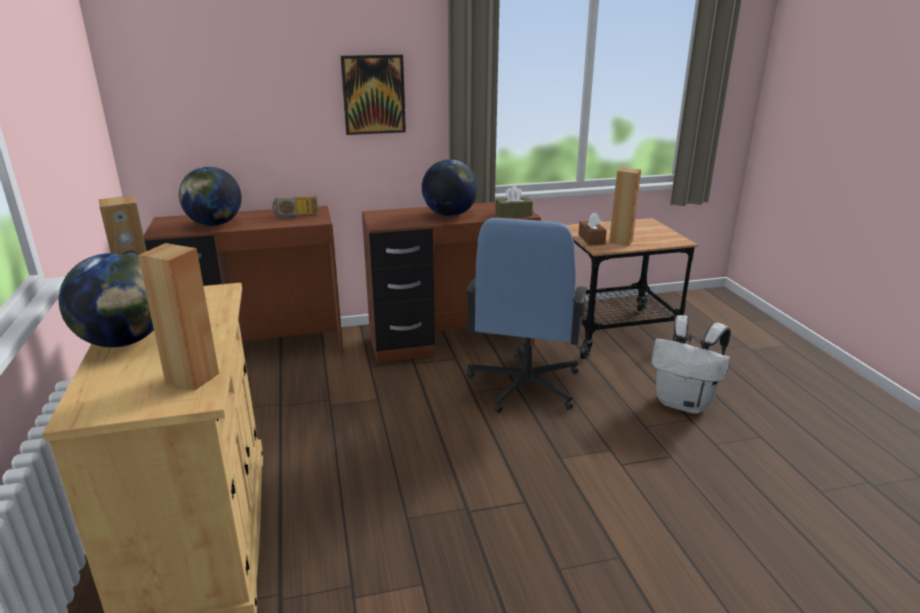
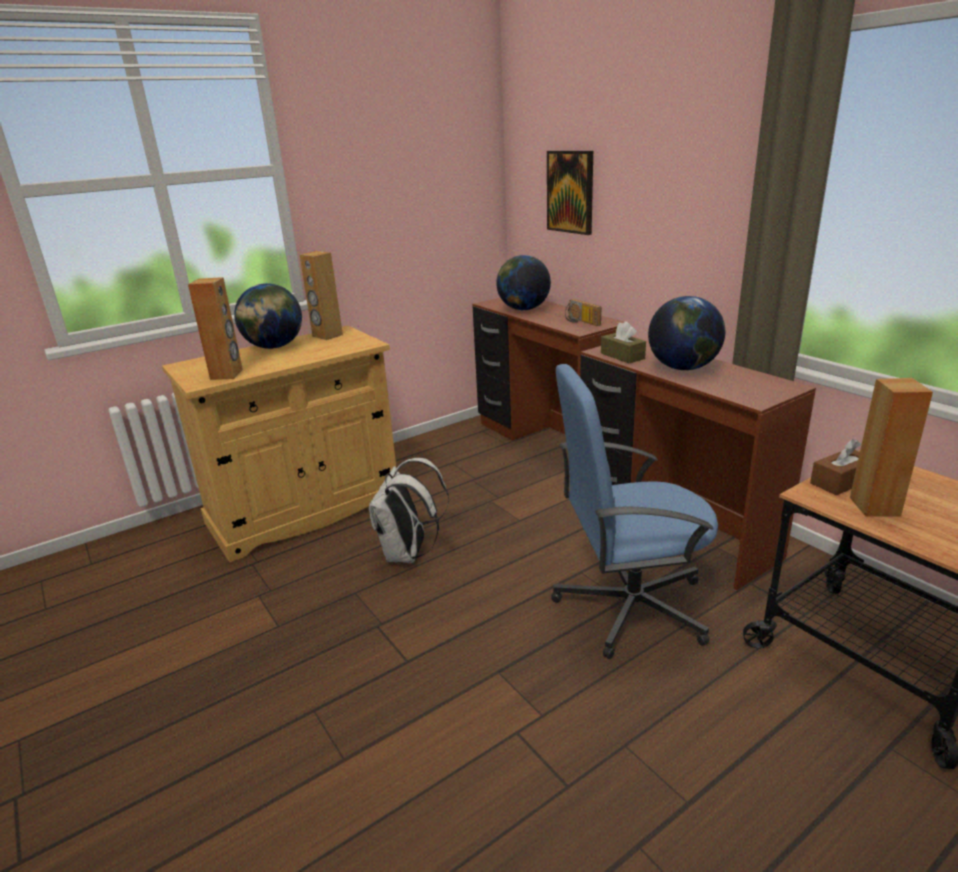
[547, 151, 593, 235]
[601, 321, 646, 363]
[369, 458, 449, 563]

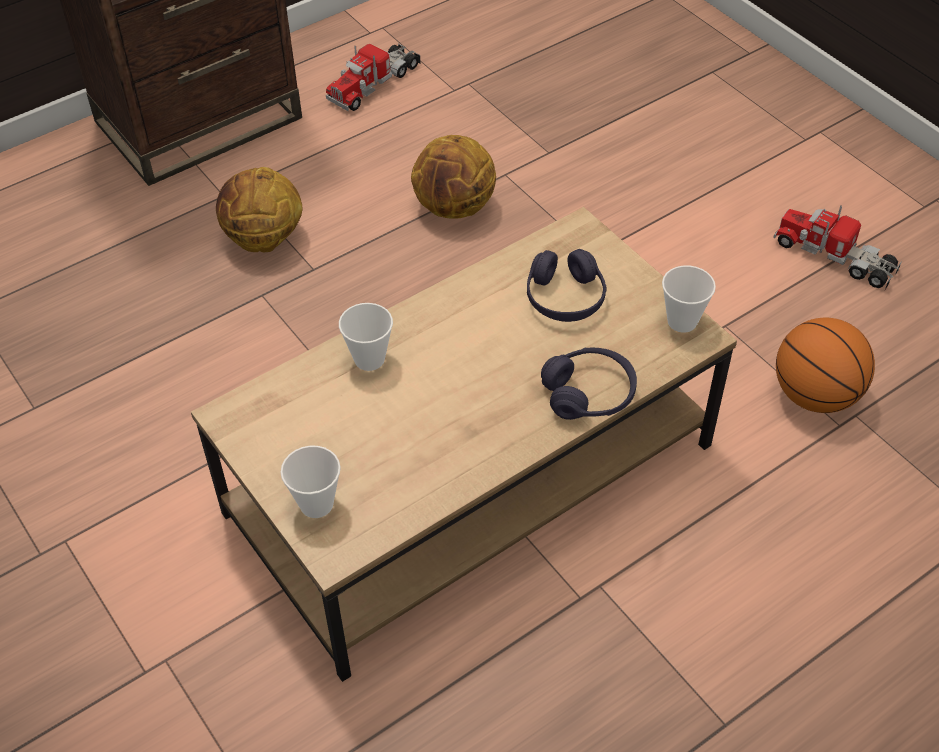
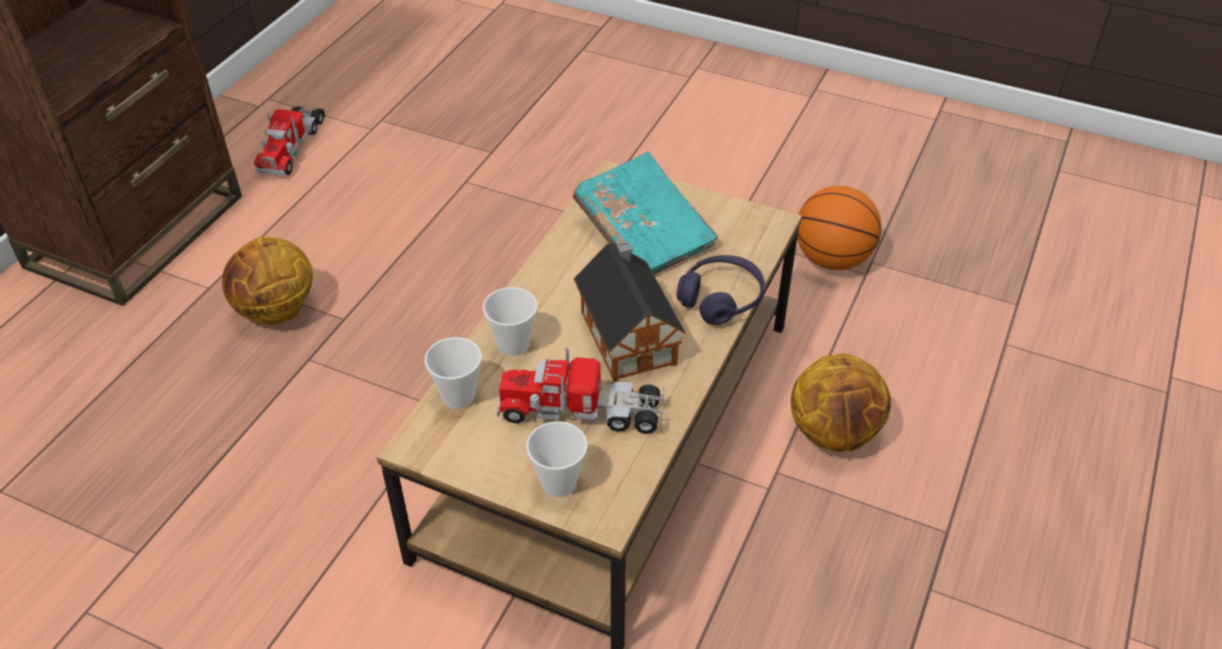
[791, 354, 891, 452]
[497, 348, 665, 434]
[573, 152, 718, 275]
[424, 337, 482, 409]
[574, 242, 686, 381]

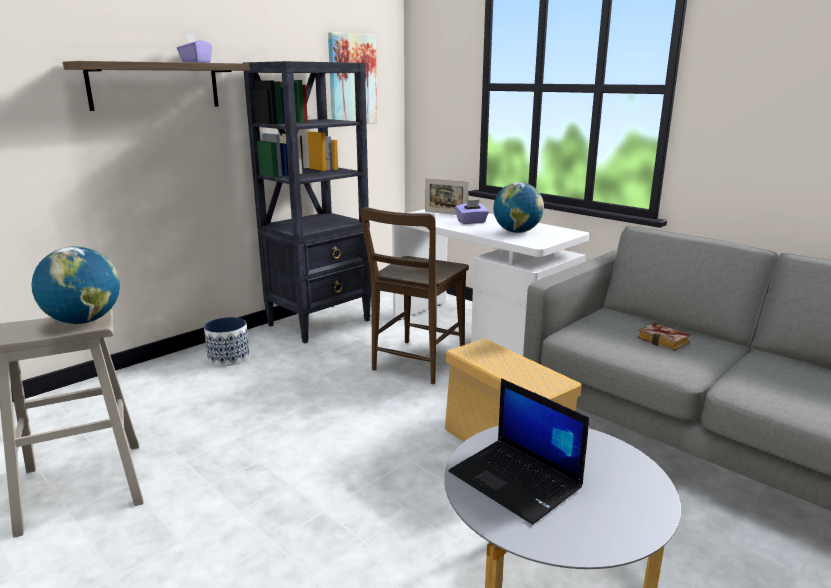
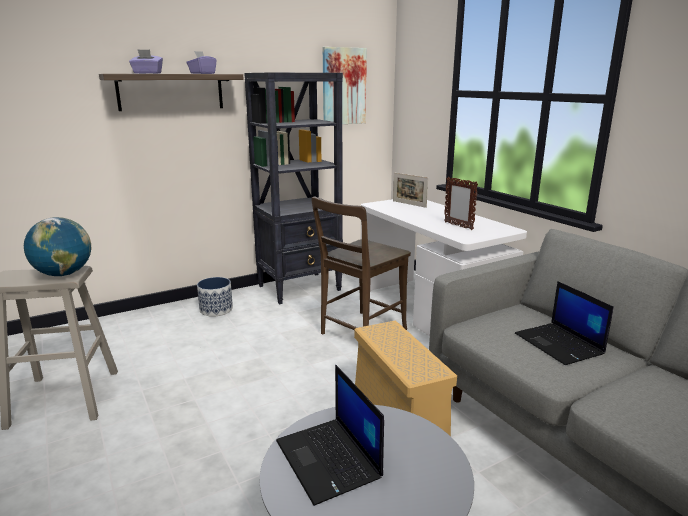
[444, 177, 478, 230]
[129, 49, 163, 74]
[515, 281, 614, 365]

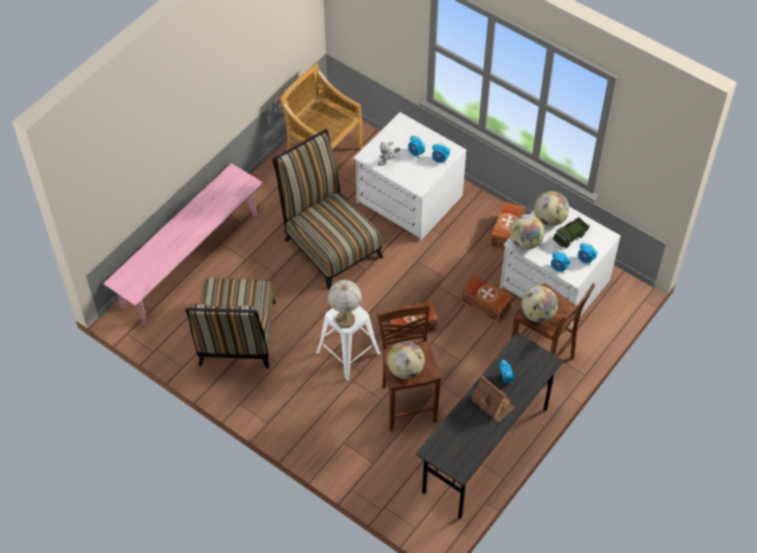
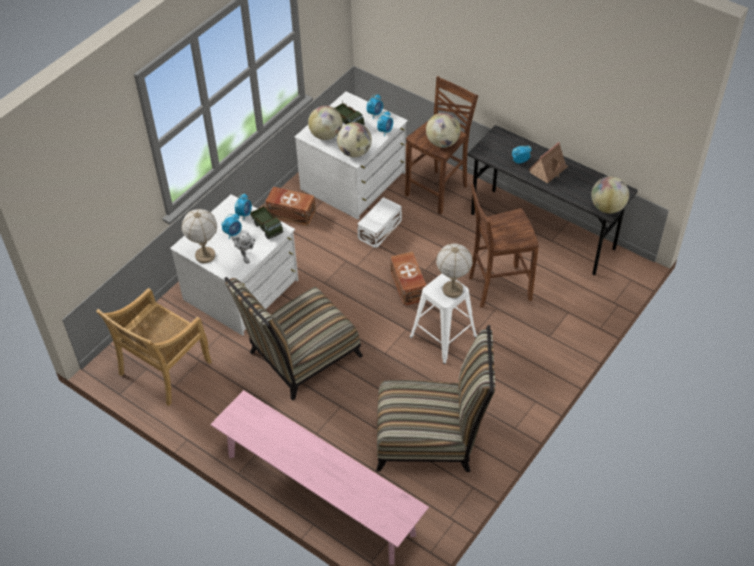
[357, 197, 402, 248]
[591, 176, 629, 213]
[250, 204, 284, 239]
[182, 209, 217, 263]

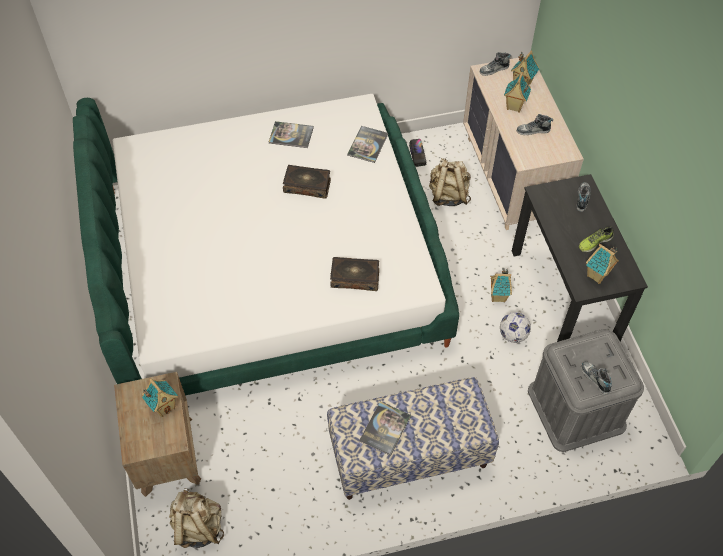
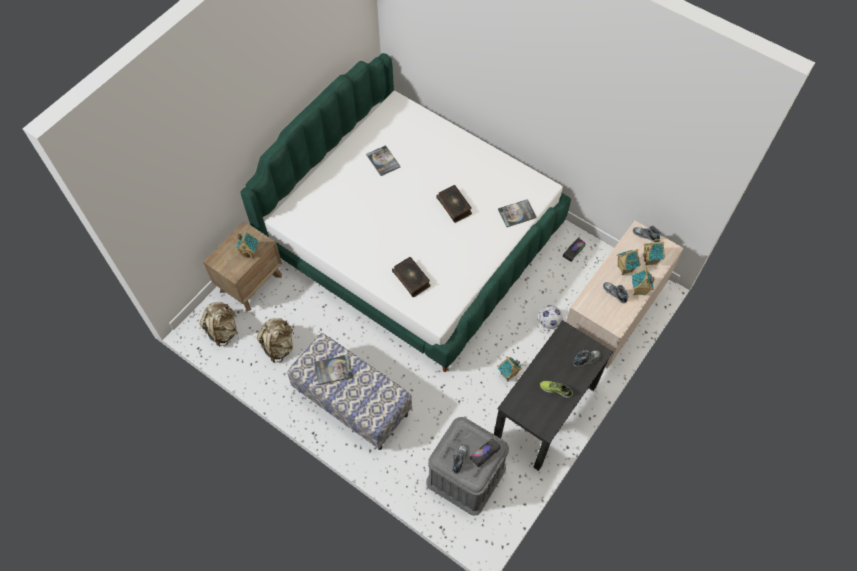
[366, 145, 401, 176]
[257, 318, 294, 363]
[632, 267, 654, 296]
[539, 305, 563, 329]
[470, 439, 500, 467]

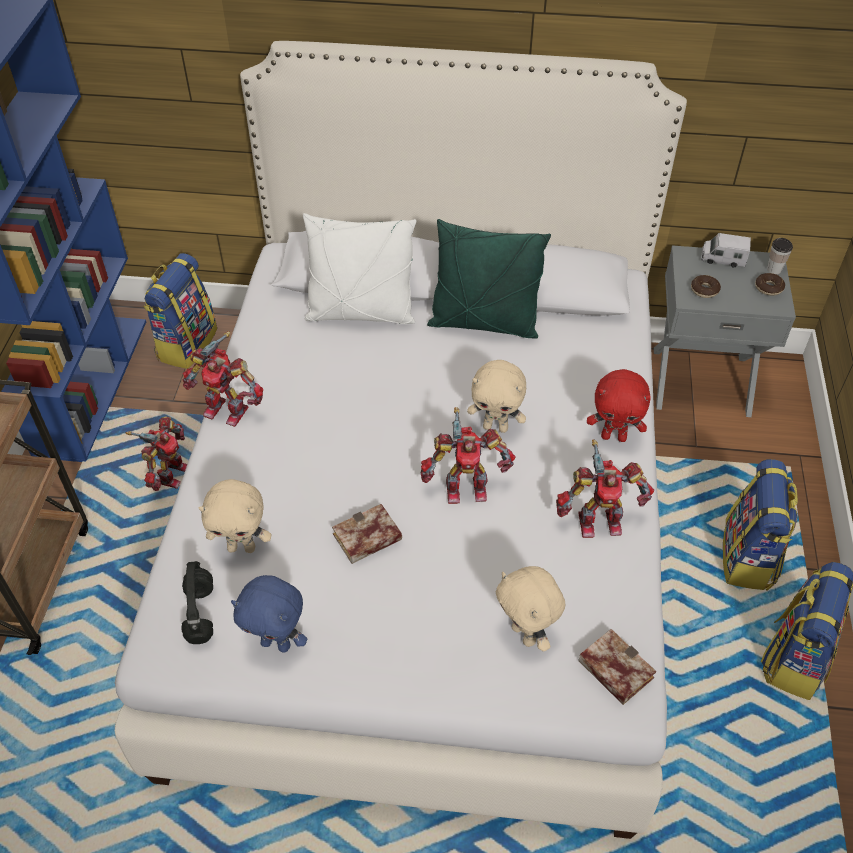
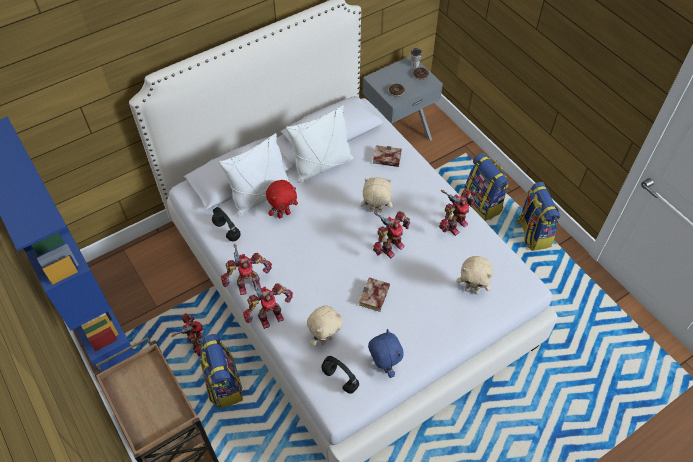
[286, 105, 353, 183]
[701, 233, 751, 268] (first image)
[200, 334, 243, 409]
[361, 178, 393, 212]
[266, 180, 298, 218]
[368, 329, 404, 378]
[373, 145, 402, 167]
[212, 207, 240, 242]
[243, 277, 293, 329]

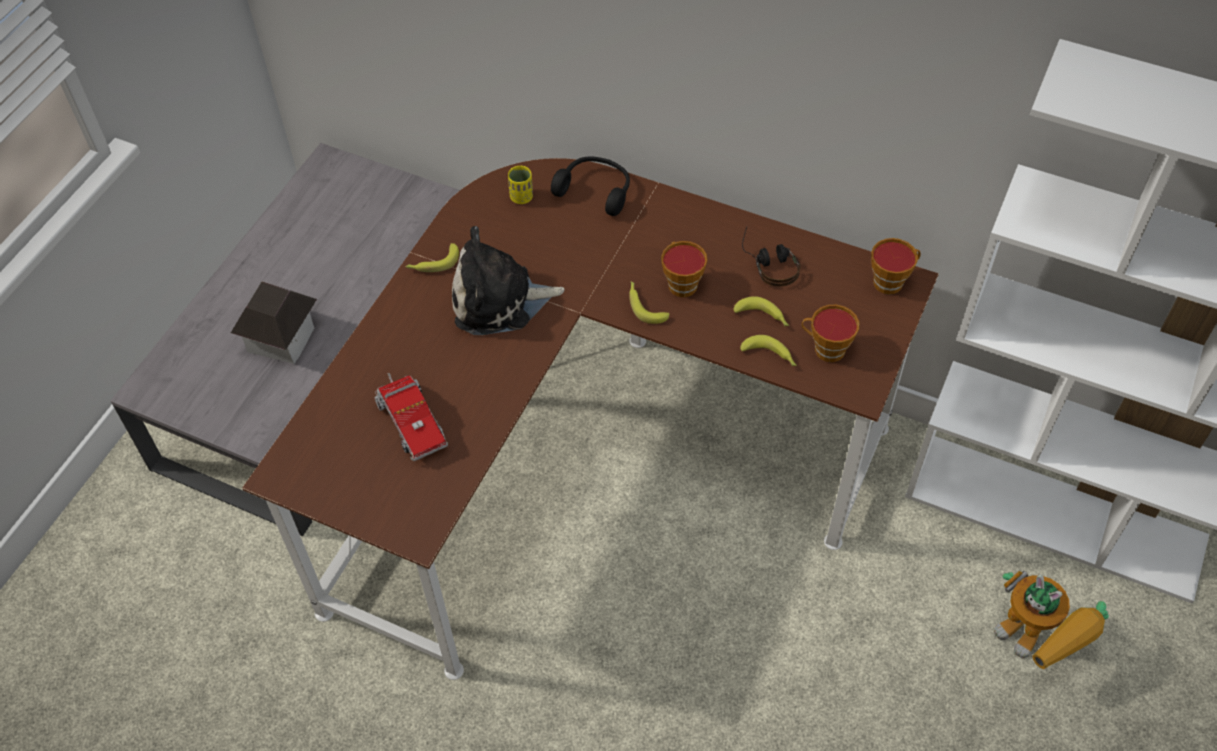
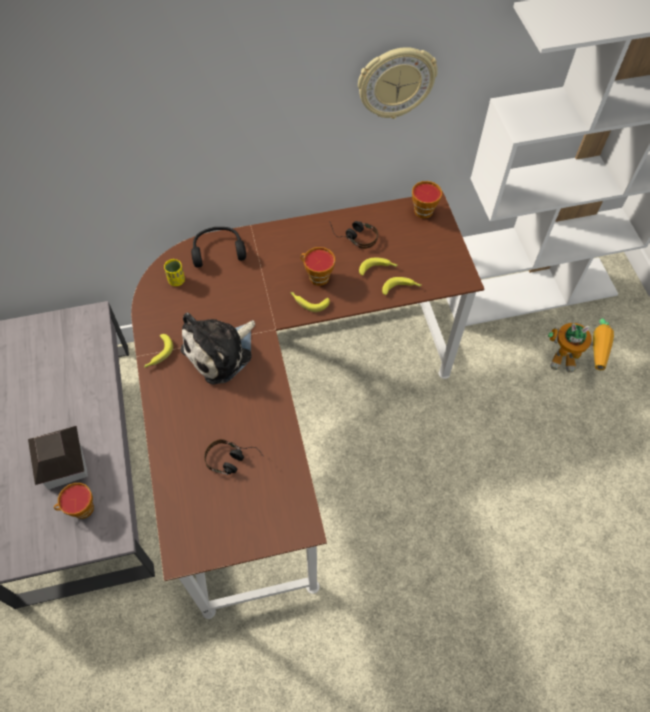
[54, 483, 94, 519]
[204, 439, 264, 475]
[358, 47, 438, 119]

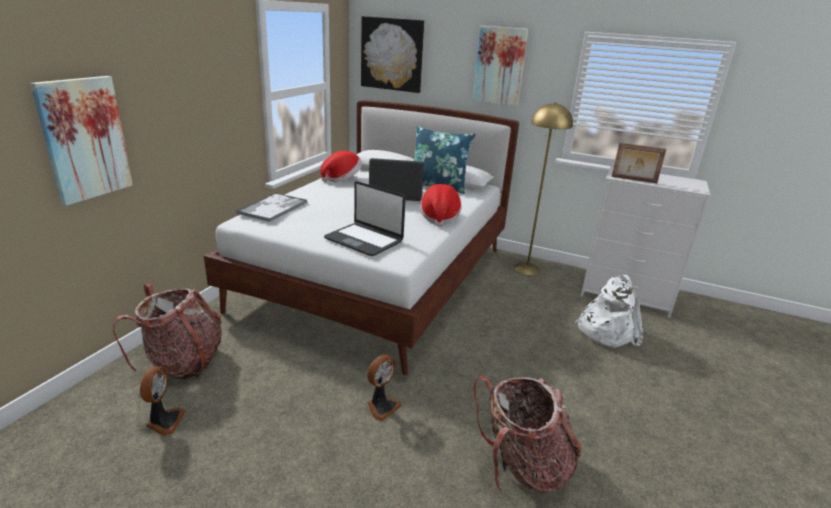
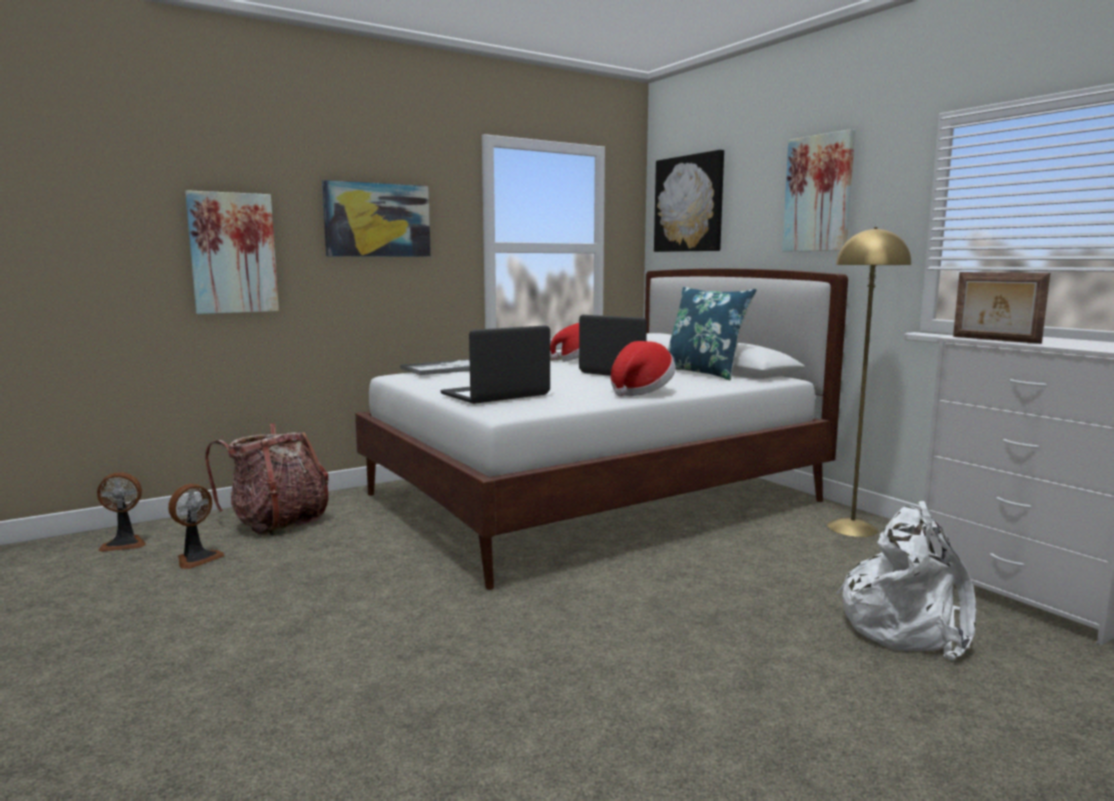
[440, 325, 550, 404]
[97, 472, 146, 552]
[473, 376, 581, 493] (first image)
[322, 180, 431, 257]

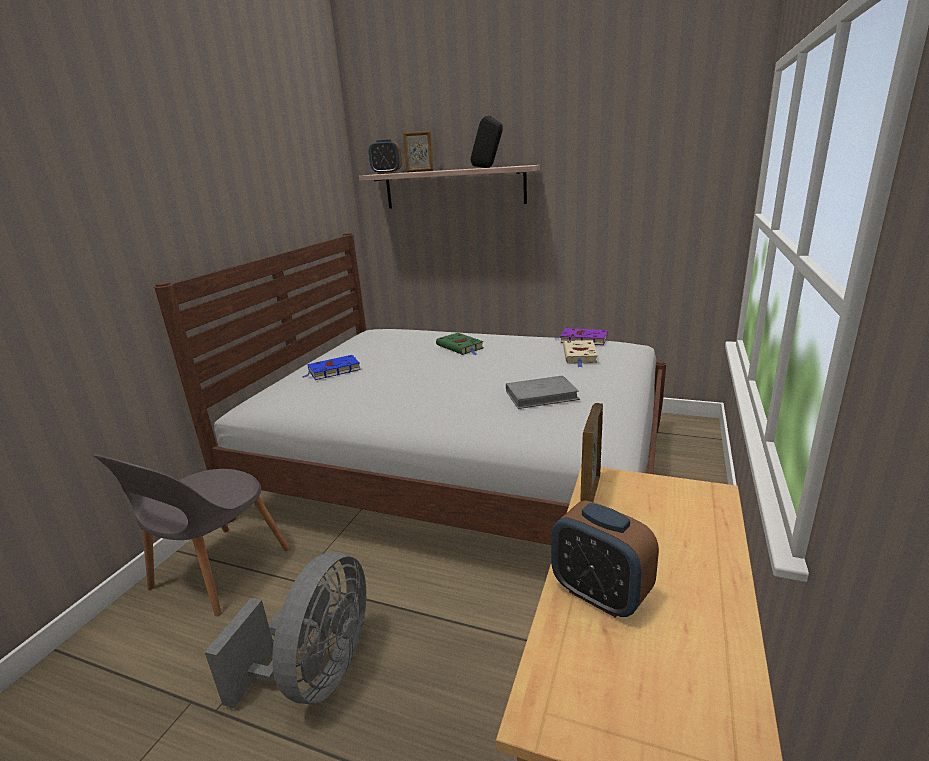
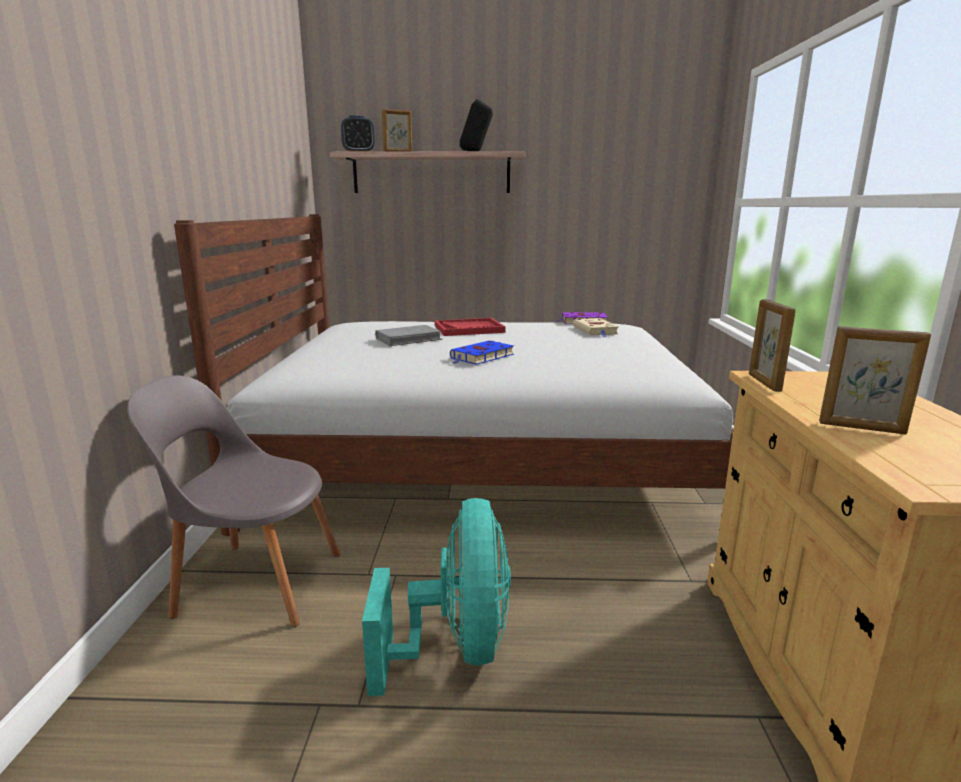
[435, 318, 505, 336]
[450, 341, 514, 365]
[375, 325, 443, 346]
[127, 375, 340, 627]
[819, 326, 931, 435]
[362, 498, 511, 696]

